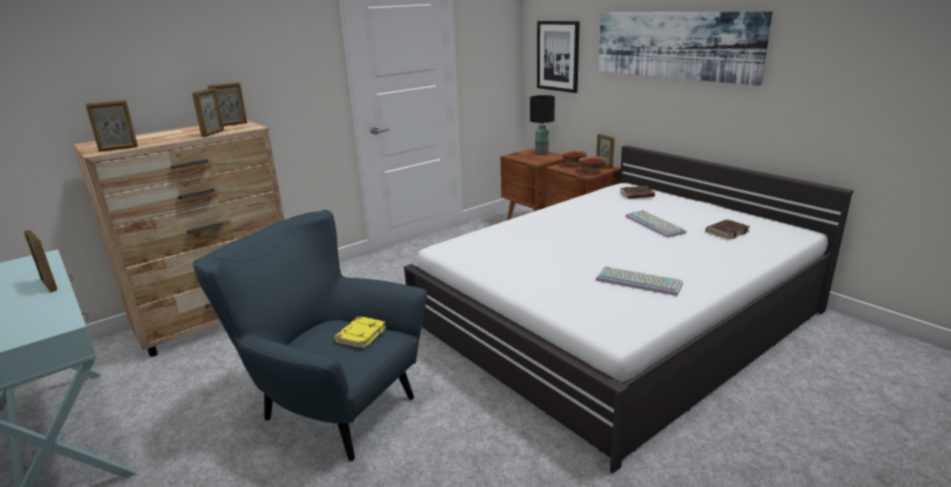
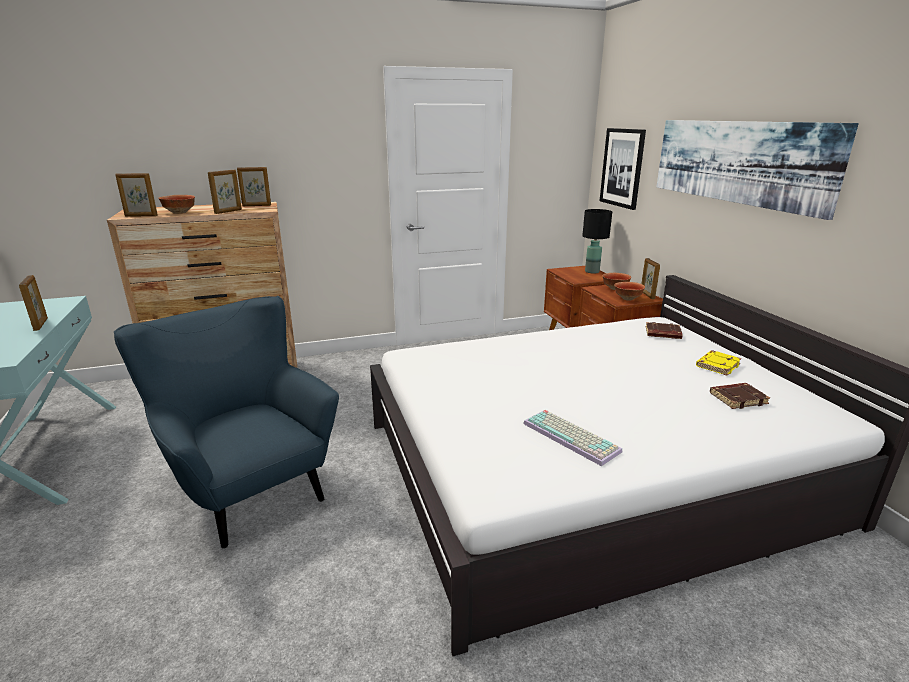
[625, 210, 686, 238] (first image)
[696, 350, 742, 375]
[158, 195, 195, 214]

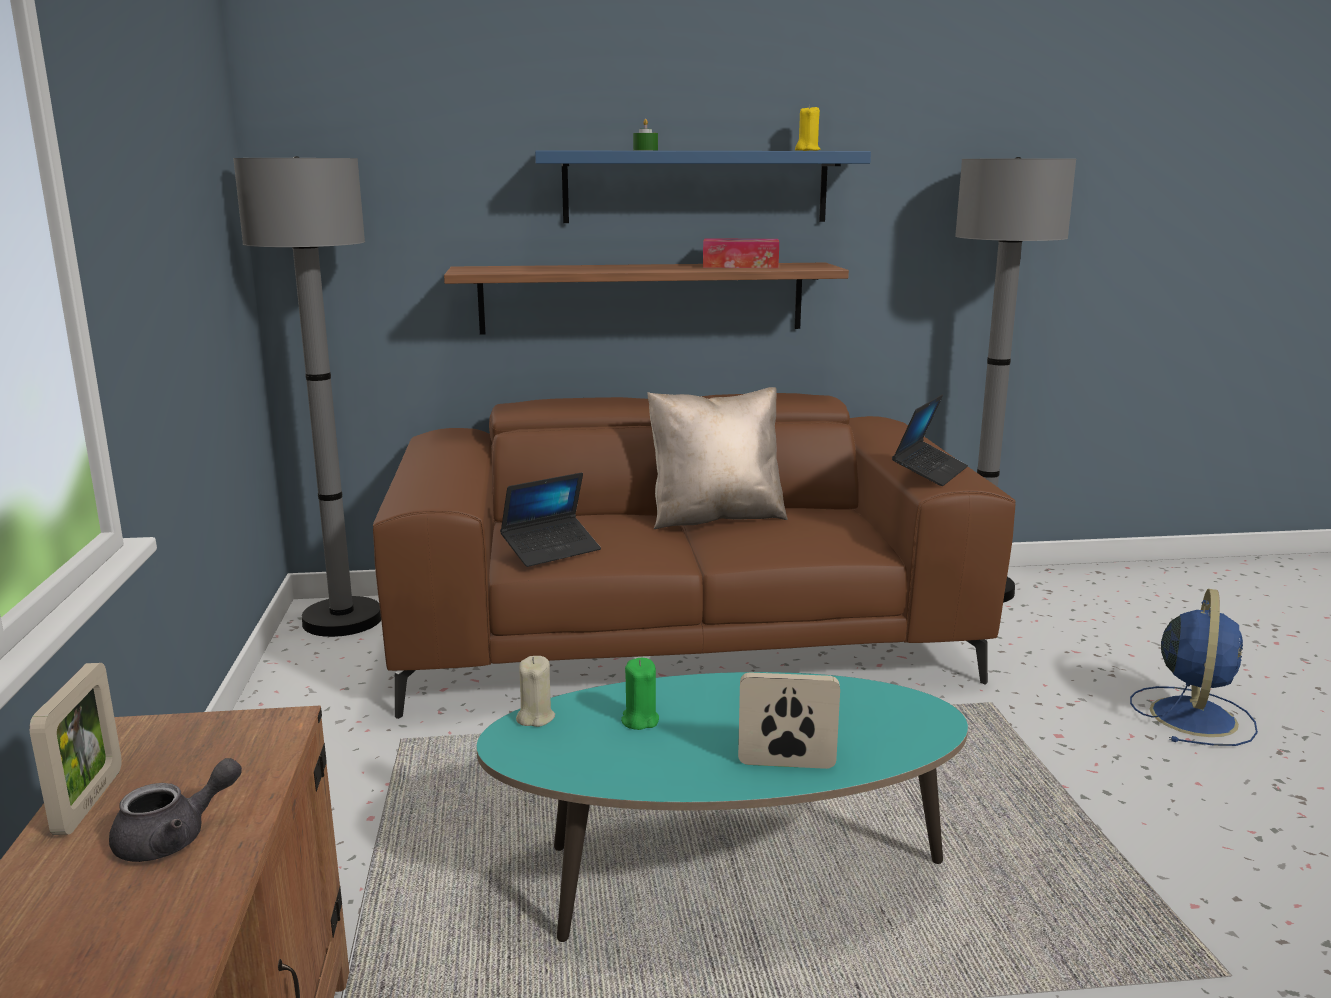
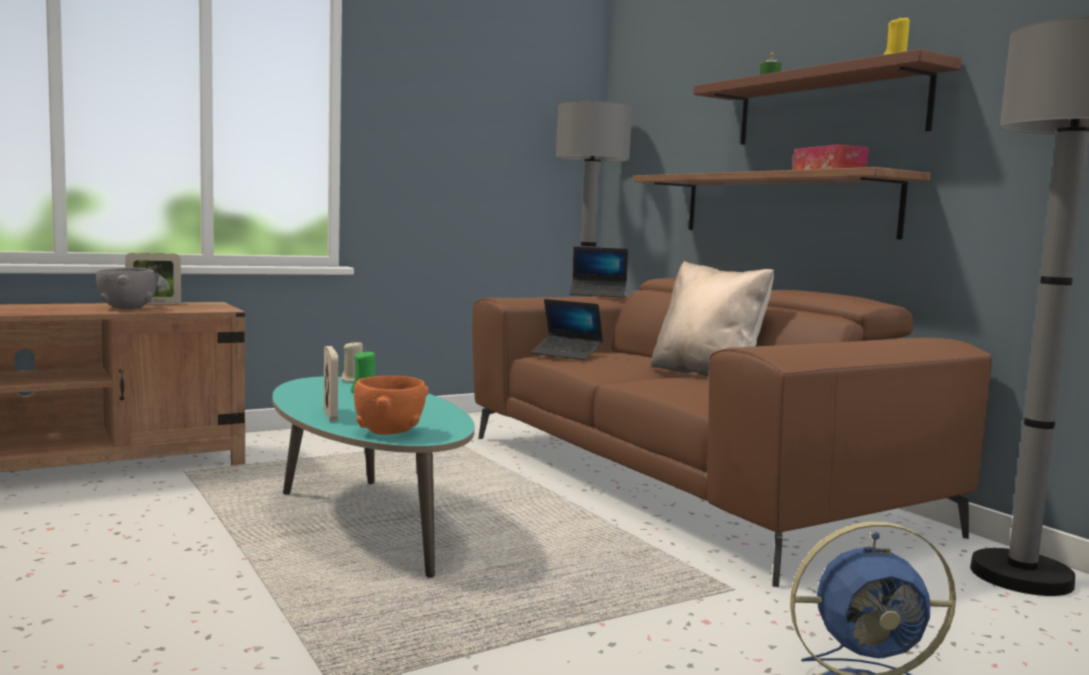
[693, 49, 962, 145]
[570, 246, 628, 298]
[96, 267, 156, 309]
[354, 376, 428, 435]

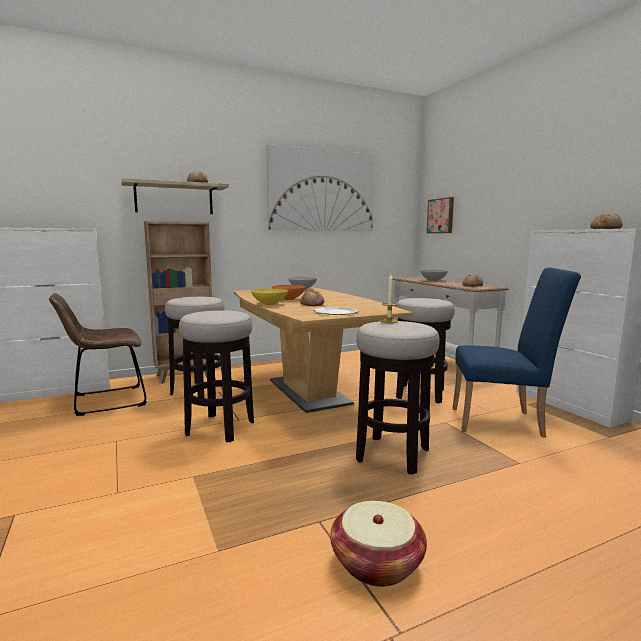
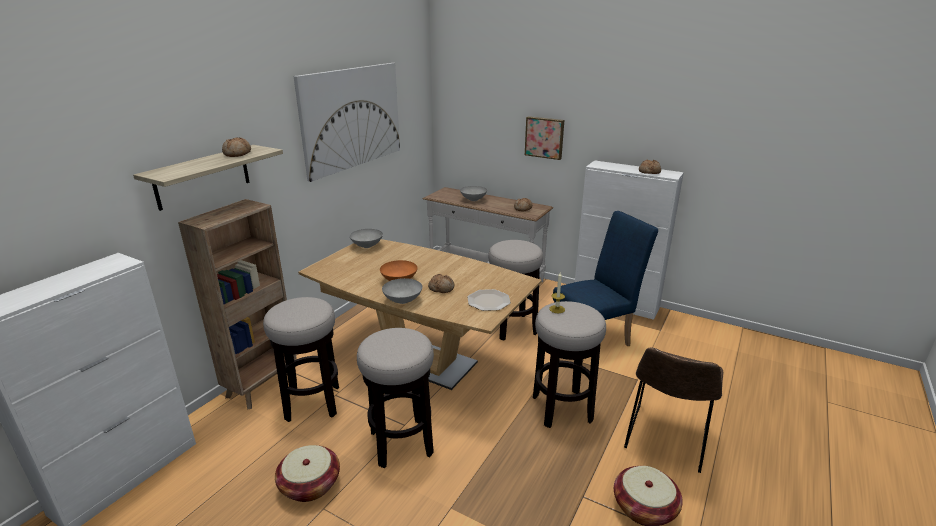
[525, 116, 564, 160]
[382, 278, 422, 304]
[624, 348, 723, 473]
[275, 445, 340, 502]

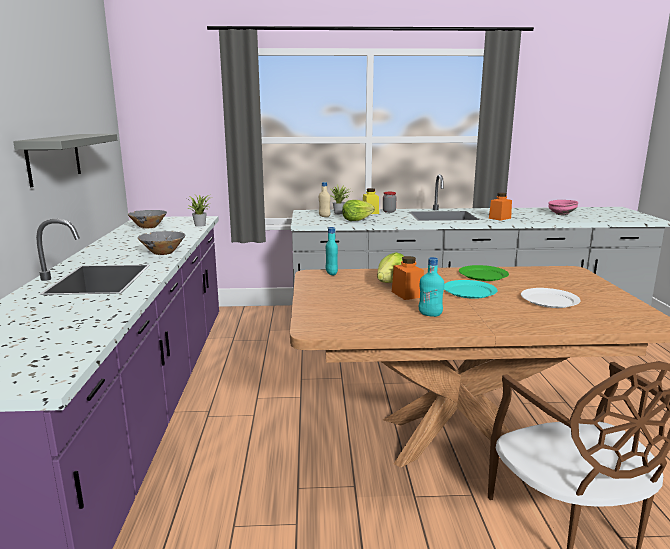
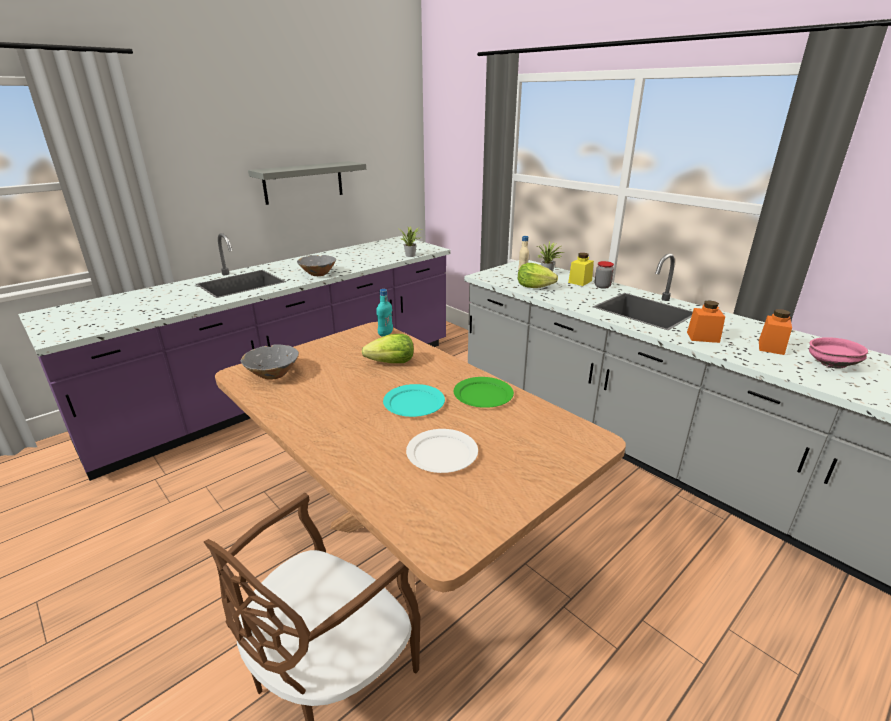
[241, 344, 299, 380]
[759, 309, 792, 355]
[419, 257, 444, 317] (first image)

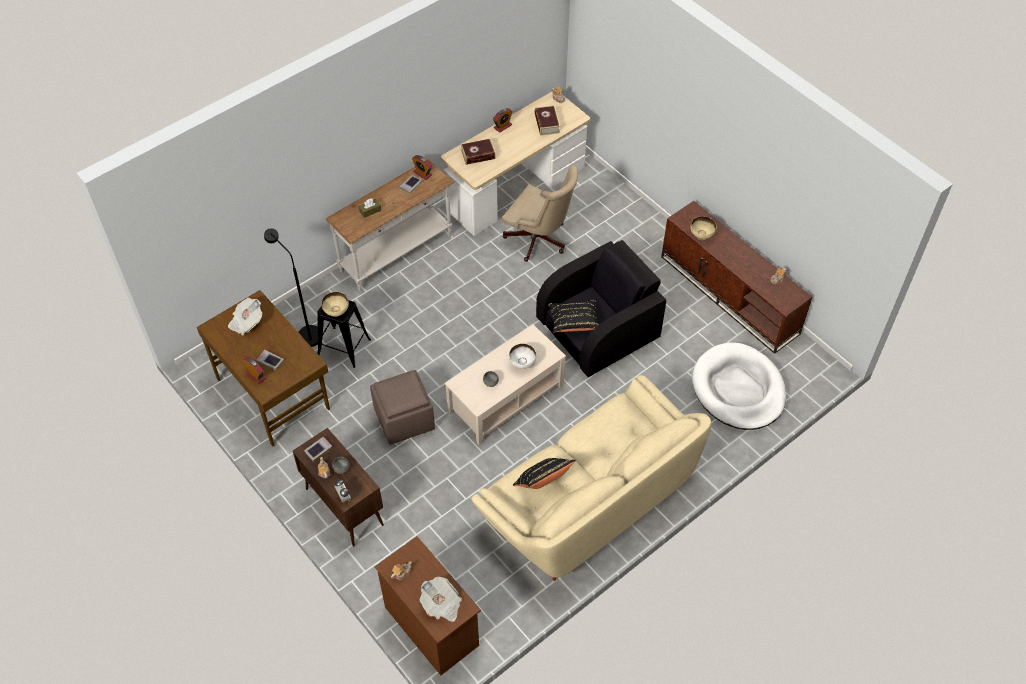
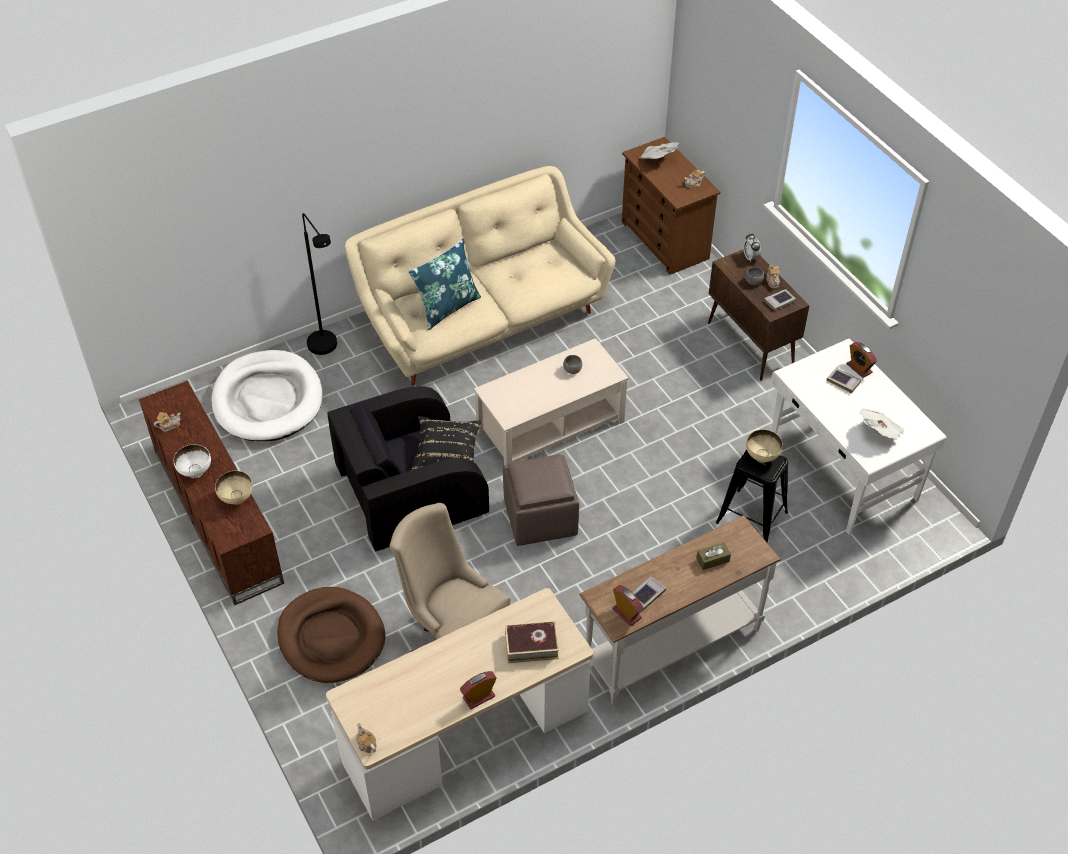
[535, 105, 560, 136] (first image)
[302, 213, 337, 355]
[771, 339, 947, 535]
[174, 444, 211, 478]
[503, 454, 579, 546]
[512, 458, 576, 489] (first image)
[408, 238, 481, 330]
[277, 587, 385, 683]

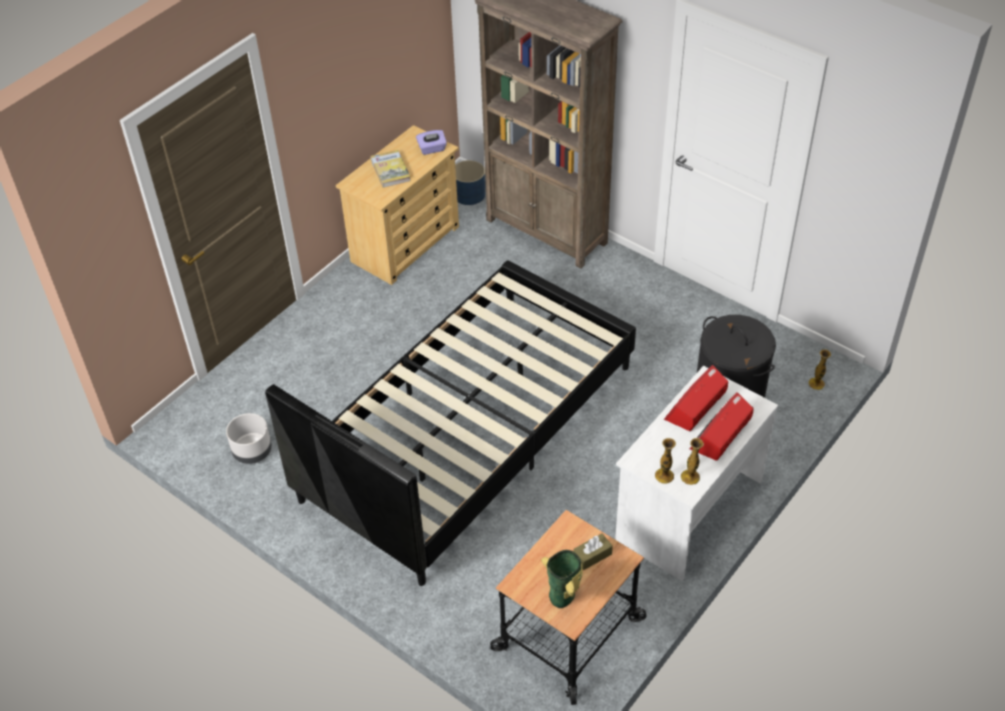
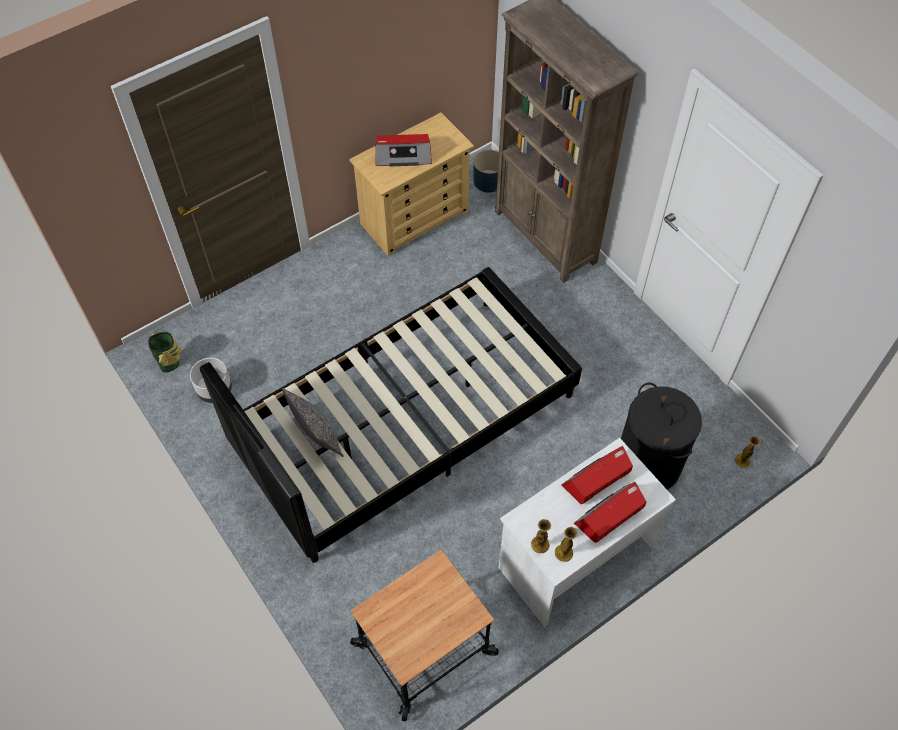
[416, 130, 447, 155] (first image)
[375, 134, 432, 166]
[573, 533, 613, 570] (first image)
[148, 332, 182, 373]
[282, 388, 344, 457]

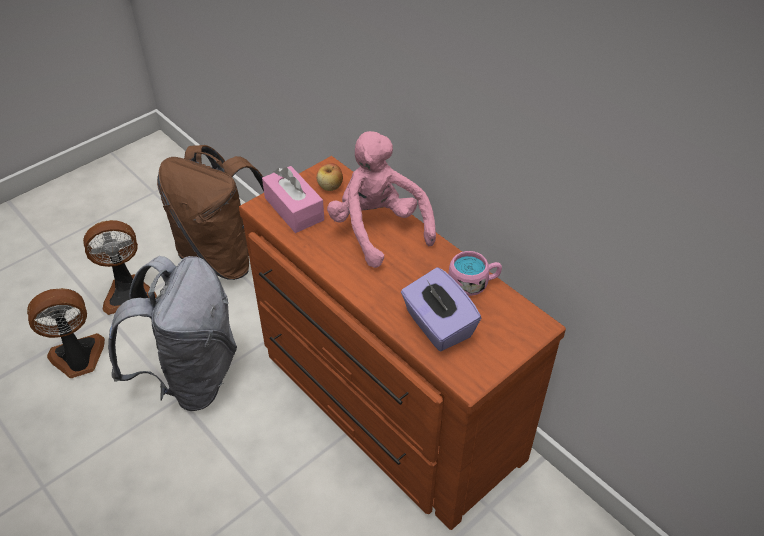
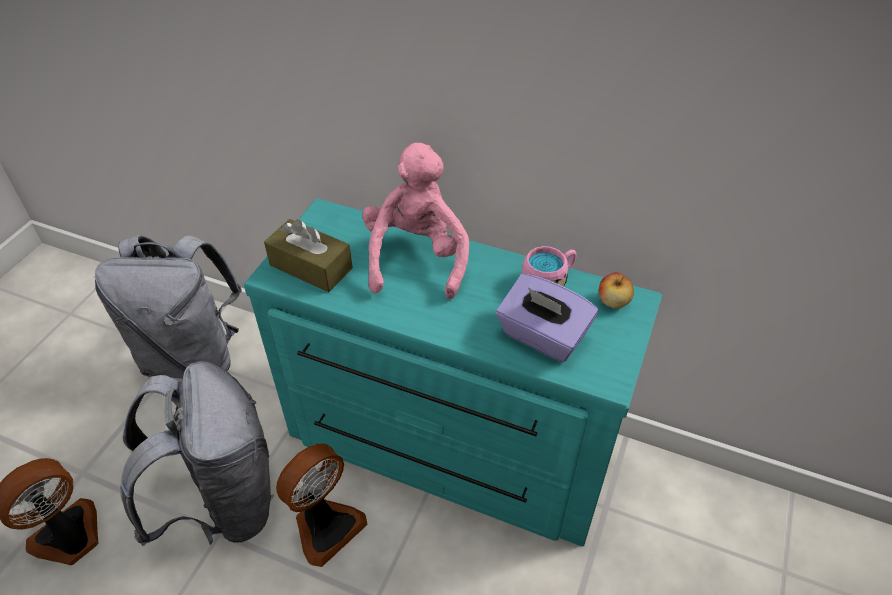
[362, 143, 469, 299]
[95, 235, 242, 379]
[243, 198, 662, 546]
[599, 273, 634, 309]
[264, 219, 353, 292]
[276, 444, 368, 567]

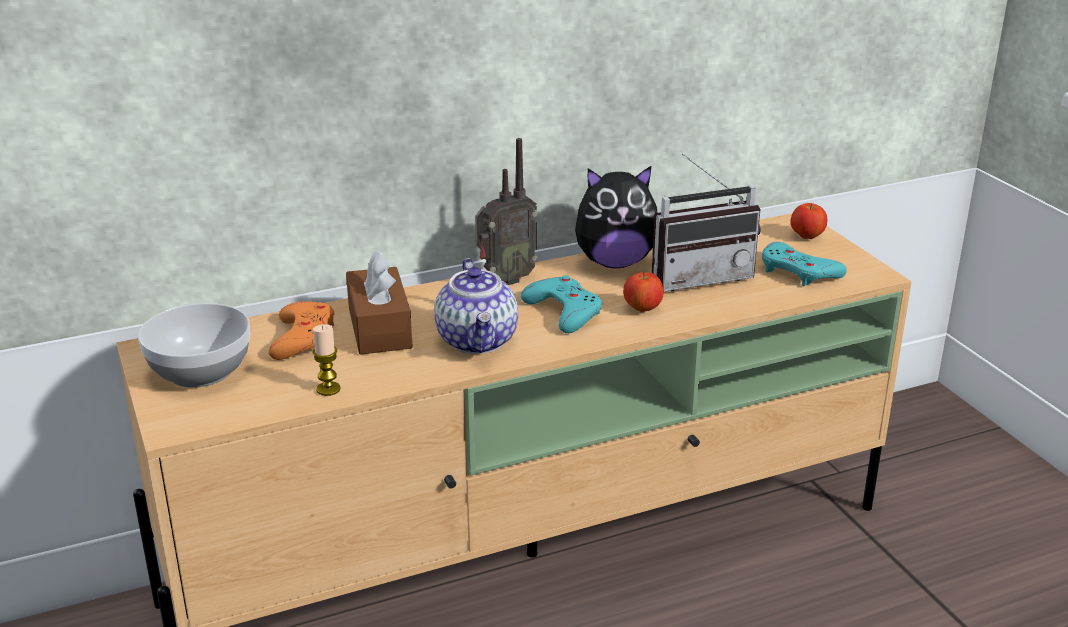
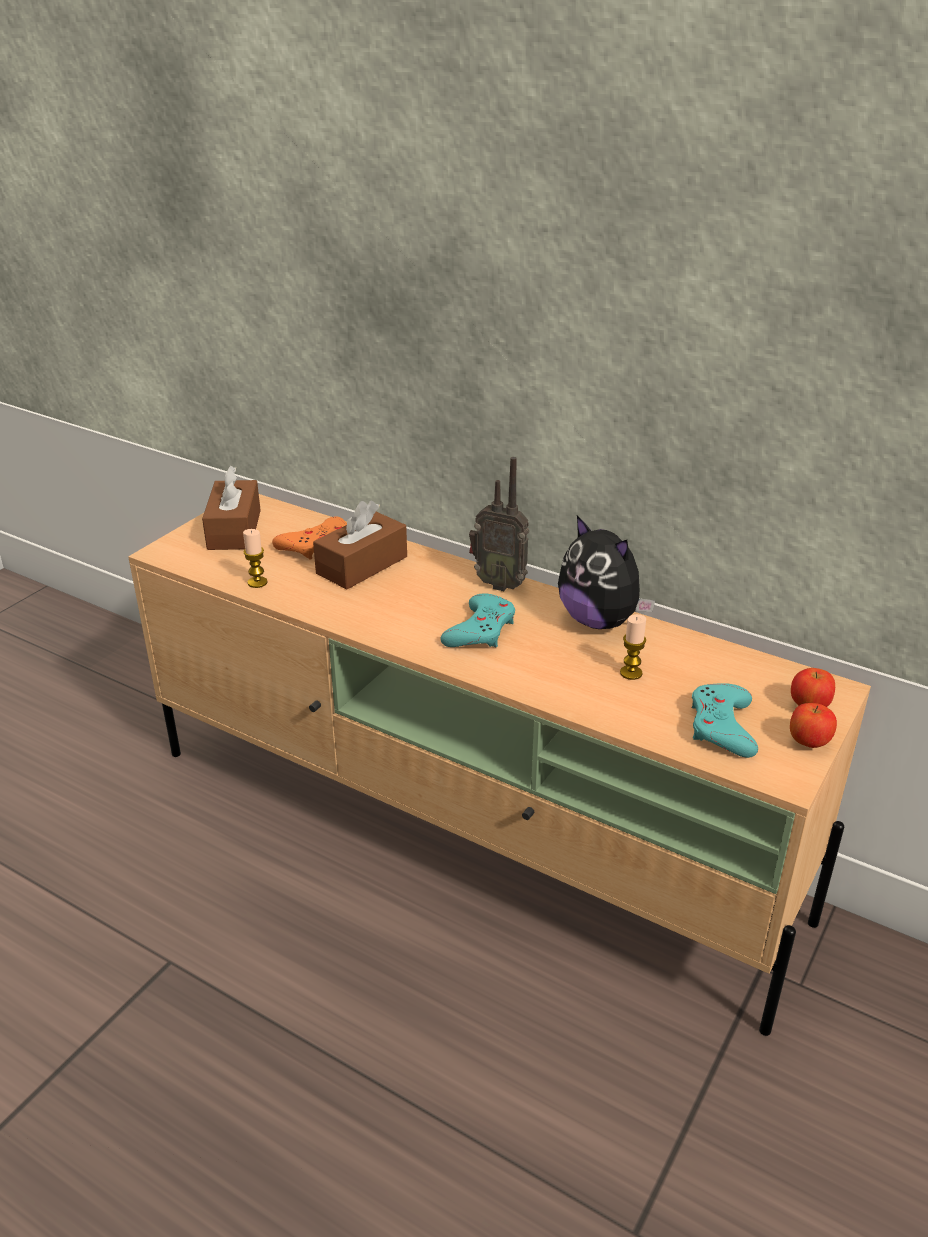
[620, 614, 646, 680]
[434, 258, 518, 354] (first image)
[790, 703, 837, 748]
[202, 466, 261, 550]

